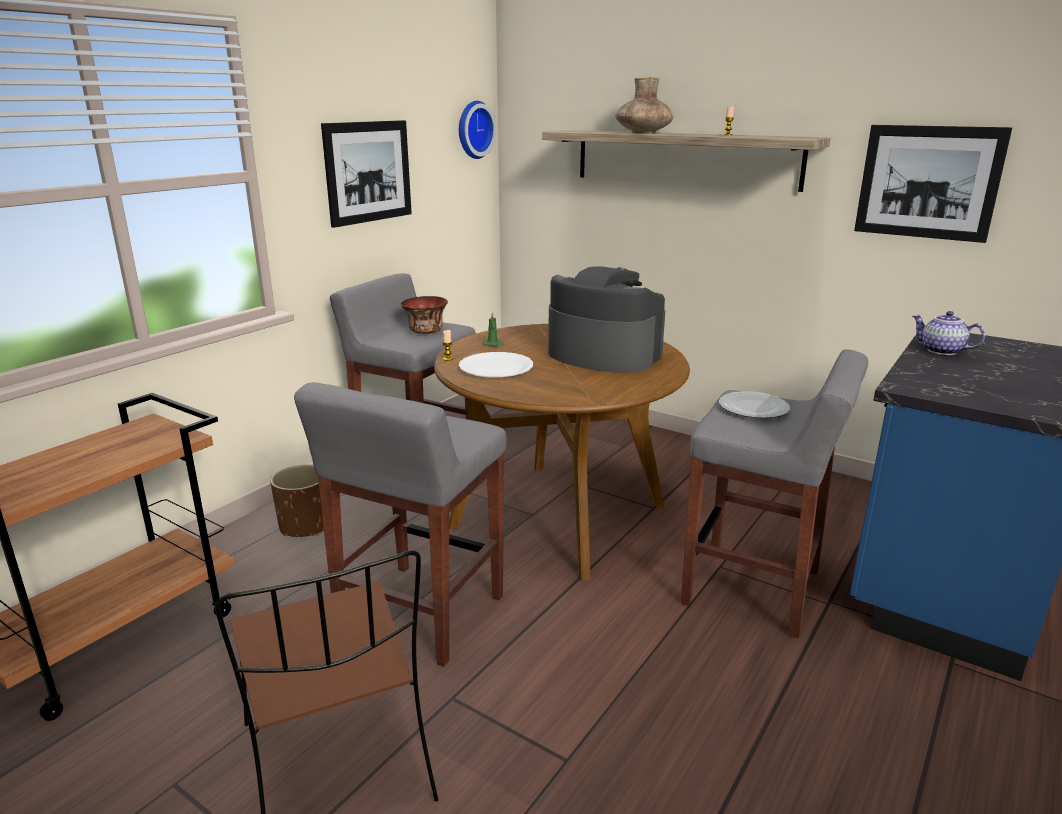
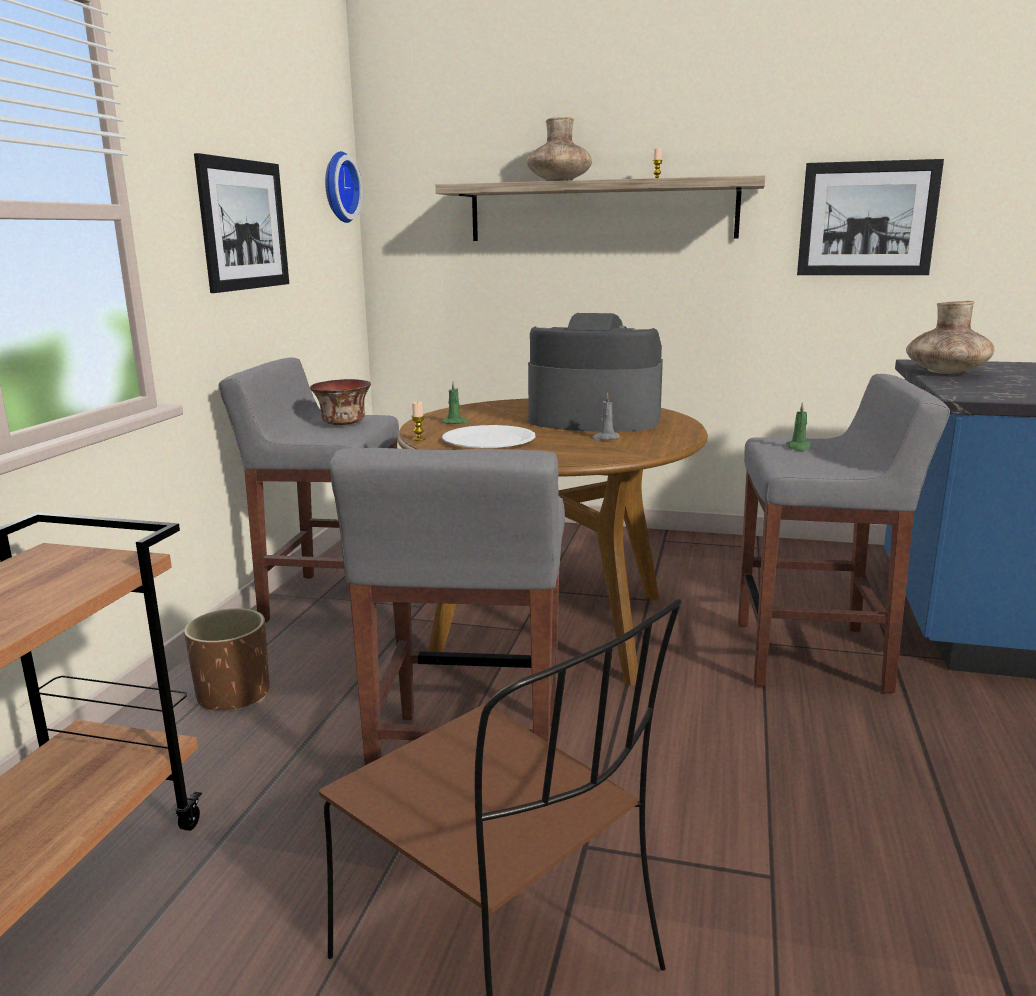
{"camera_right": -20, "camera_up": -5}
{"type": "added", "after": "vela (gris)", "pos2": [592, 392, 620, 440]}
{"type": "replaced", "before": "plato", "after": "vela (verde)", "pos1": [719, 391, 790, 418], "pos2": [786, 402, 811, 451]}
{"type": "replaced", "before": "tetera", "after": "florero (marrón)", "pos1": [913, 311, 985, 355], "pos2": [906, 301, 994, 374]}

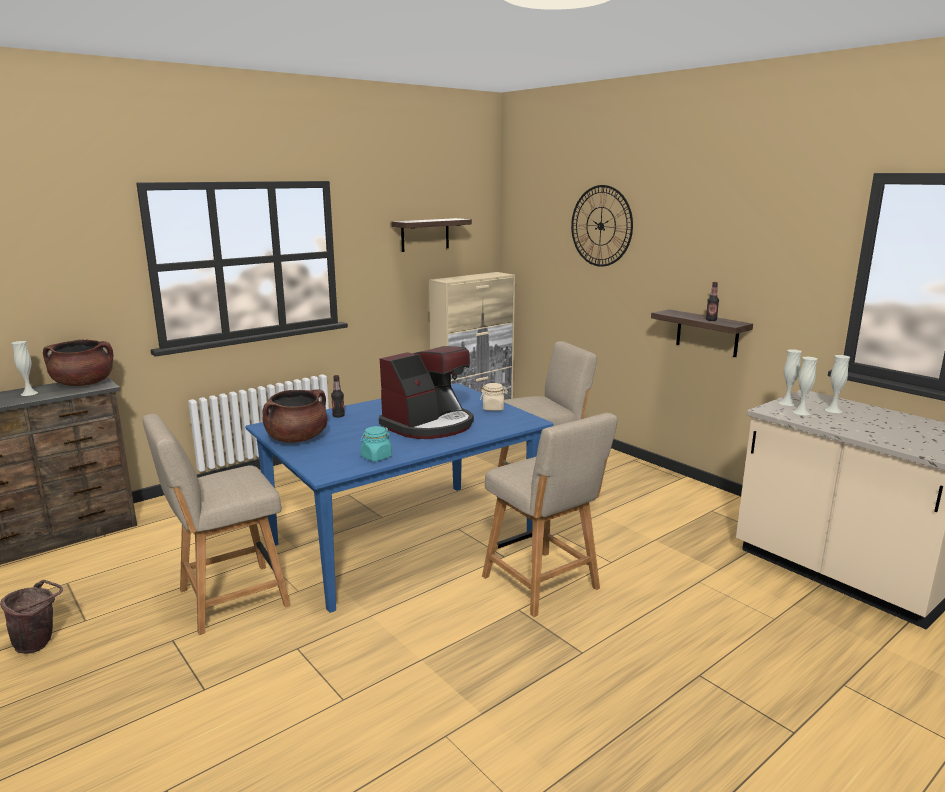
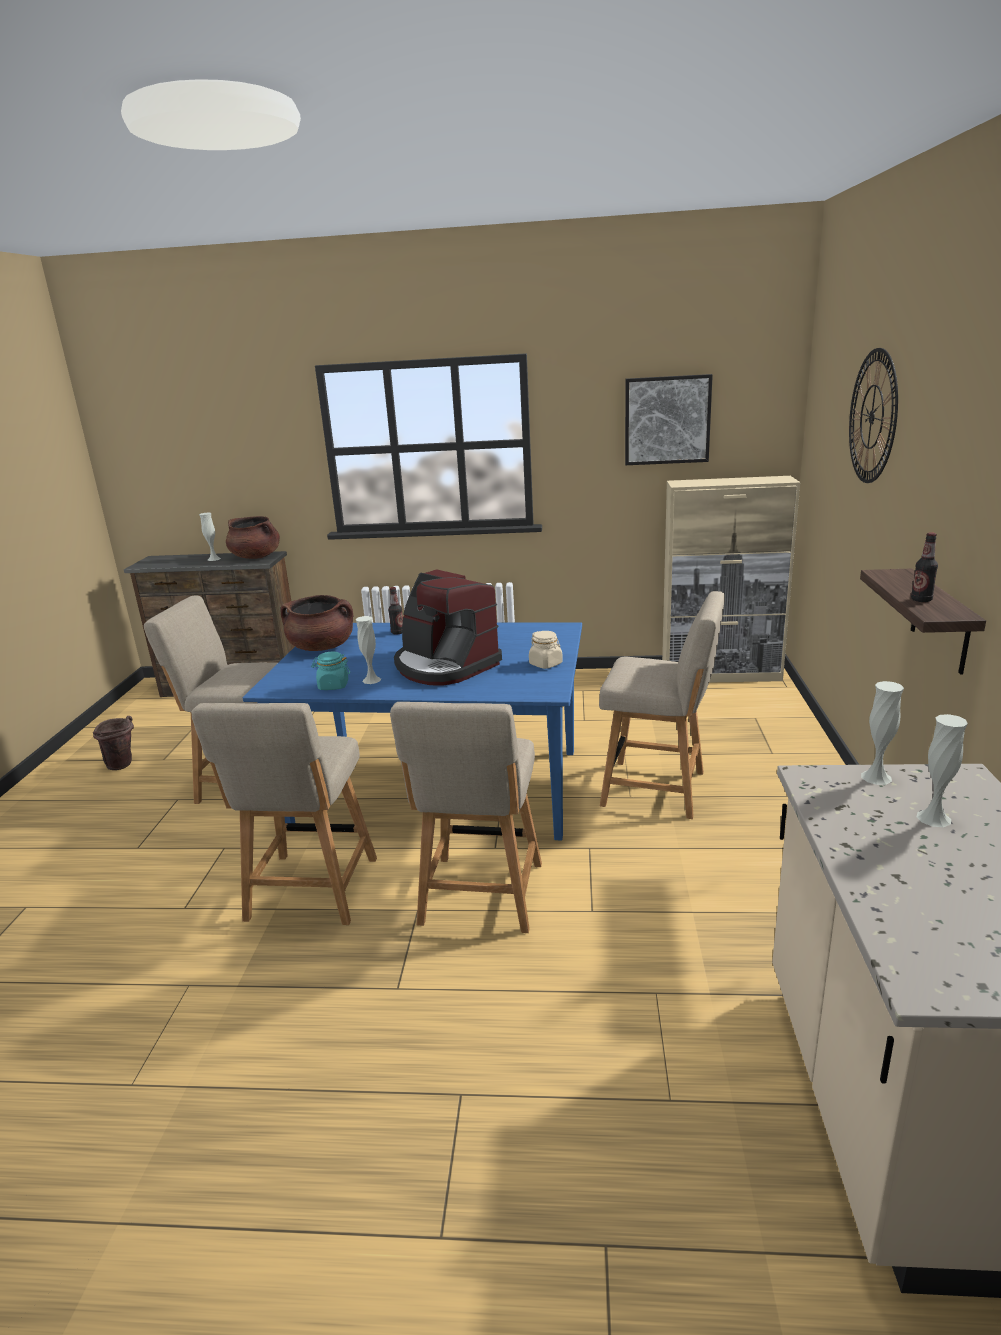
{"camera_right": 45, "camera_up": 5}
{"type": "added", "after": "silla (beis)", "pos2": [192, 703, 377, 925]}
{"type": "moved", "before": "florero (blanco)", "pos1": [793, 357, 818, 415], "pos2": [356, 616, 381, 684]}
{"type": "turned", "before": "cafetera", "pos1": [379, 346, 474, 439], "pos2": [394, 569, 502, 686], "turn": 45}
{"type": "replaced", "before": "estante", "after": "cuadro", "pos1": [391, 218, 472, 252], "pos2": [625, 374, 713, 465]}

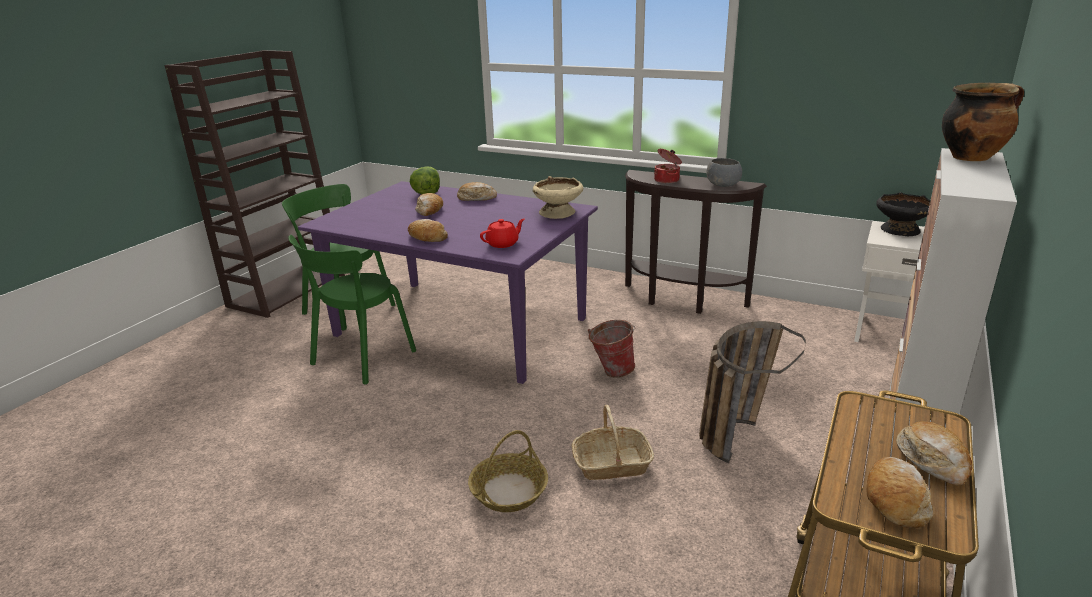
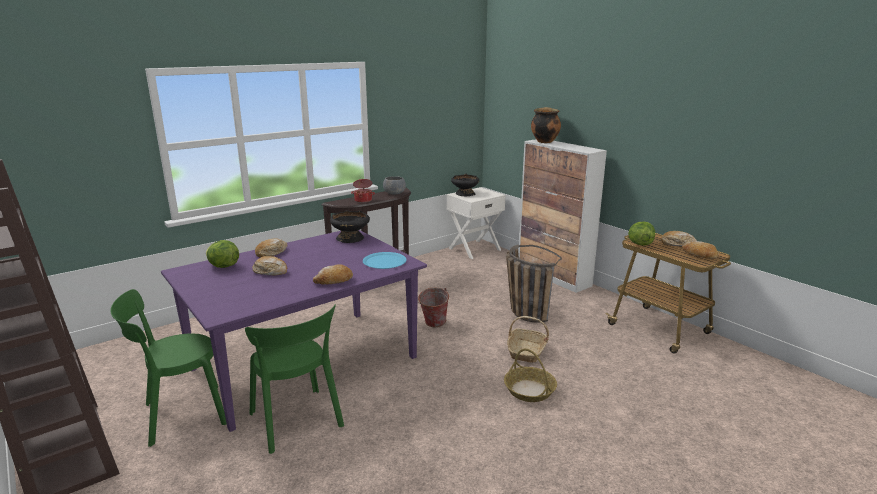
{"camera_right": -65, "camera_up": -5}
{"type": "recoloured", "before": "cuenco (beis)", "after": "cuenco (negro)", "pos1": [533, 176, 583, 219], "pos2": [330, 210, 370, 243]}
{"type": "replaced", "before": "tetera (rojo)", "after": "plato (azul)", "pos1": [480, 219, 525, 248], "pos2": [363, 252, 407, 269]}
{"type": "added", "after": "lechuga", "pos2": [628, 221, 655, 246]}

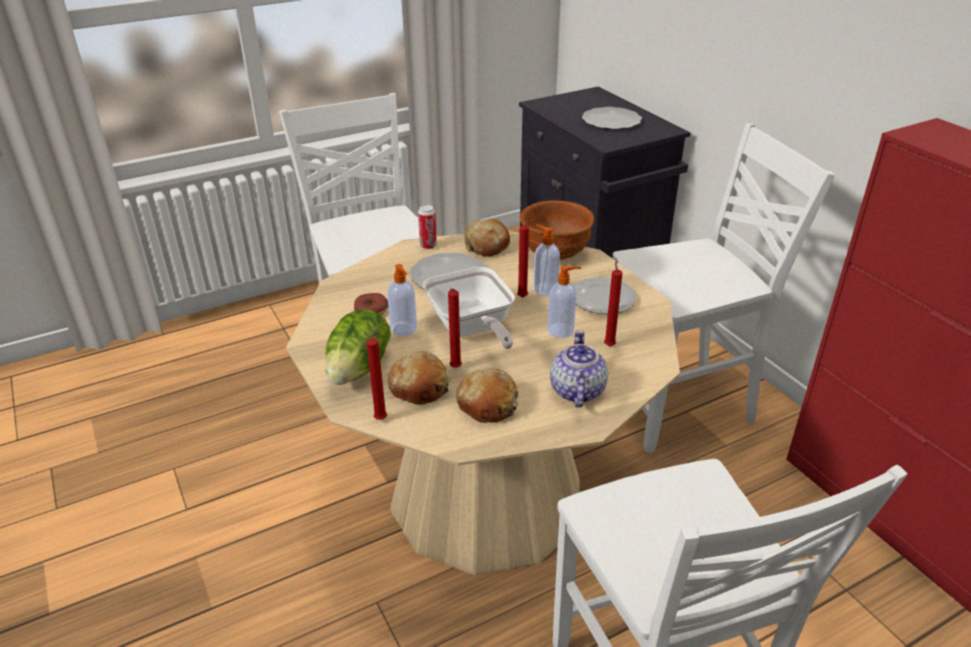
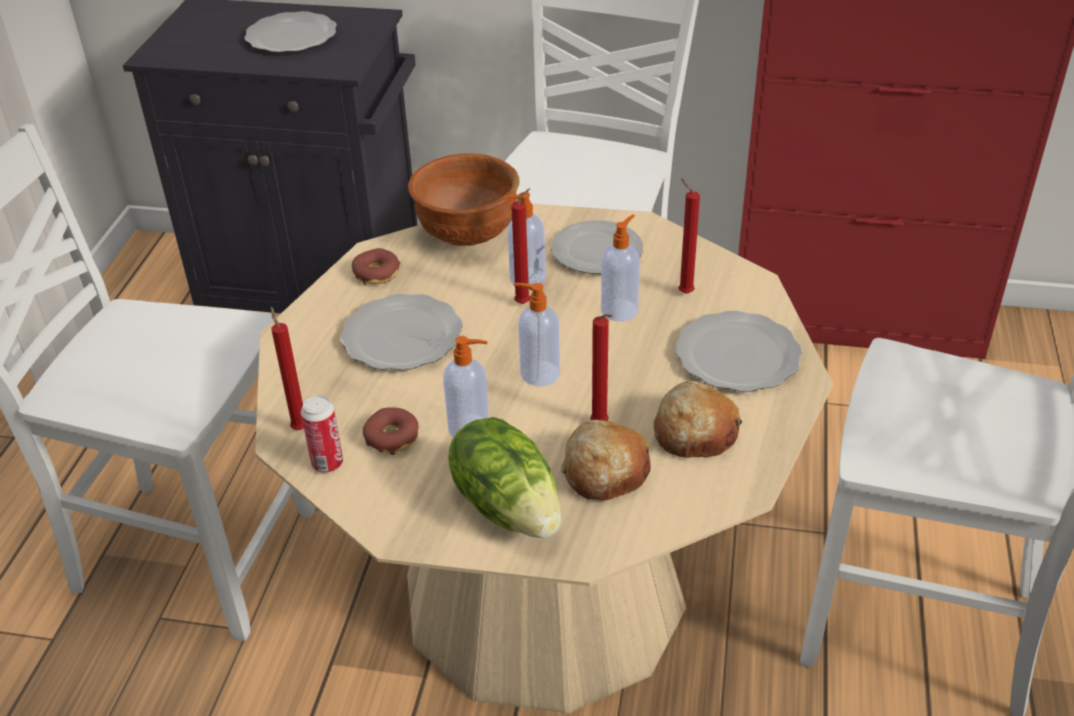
{"camera_right": -50, "camera_up": 5}
{"type": "moved", "before": "vela (rojo)", "pos1": [367, 326, 387, 420], "pos2": [271, 307, 304, 430]}
{"type": "moved", "before": "lata", "pos1": [418, 205, 437, 249], "pos2": [301, 395, 343, 472]}
{"type": "replaced", "before": "pan", "after": "rosquilla", "pos1": [464, 219, 510, 257], "pos2": [352, 248, 400, 285]}
{"type": "replaced", "before": "sartén", "after": "dispensador de jabón", "pos1": [423, 267, 515, 349], "pos2": [514, 283, 560, 386]}
{"type": "replaced", "before": "tetera", "after": "plato", "pos1": [550, 330, 608, 408], "pos2": [675, 311, 802, 392]}

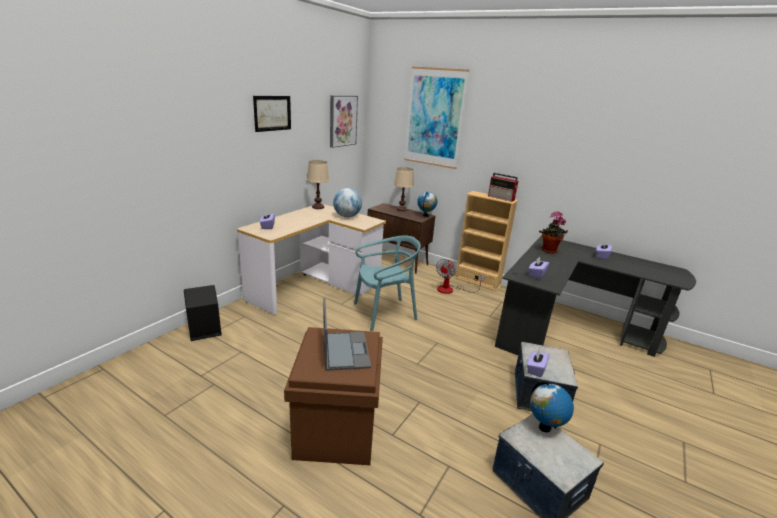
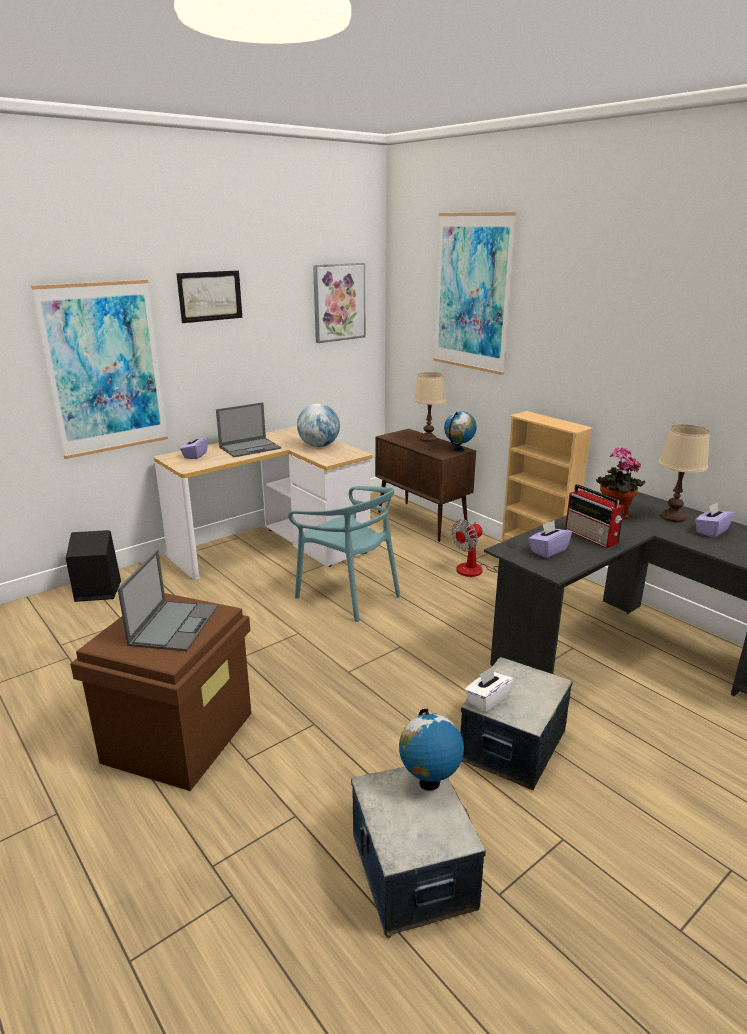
{"camera_right": 20, "camera_up": 0}
{"type": "added", "after": "cuadro", "pos2": [31, 280, 168, 459]}
{"type": "added", "after": "portátil", "pos2": [216, 403, 281, 457]}
{"type": "turned", "before": "silla (turquesa)", "pos1": [354, 235, 421, 331], "pos2": [288, 486, 400, 622], "turn": 45}
{"type": "recoloured", "before": "caja de pañuelos (morado)", "after": "caja de pañuelos (blanco)", "pos1": [527, 350, 550, 377], "pos2": [465, 667, 513, 713]}
{"type": "moved", "before": "radio", "pos1": [488, 173, 518, 202], "pos2": [565, 484, 624, 548]}
{"type": "moved", "before": "lámpara de mesa (beis)", "pos1": [307, 160, 329, 209], "pos2": [659, 425, 710, 523]}

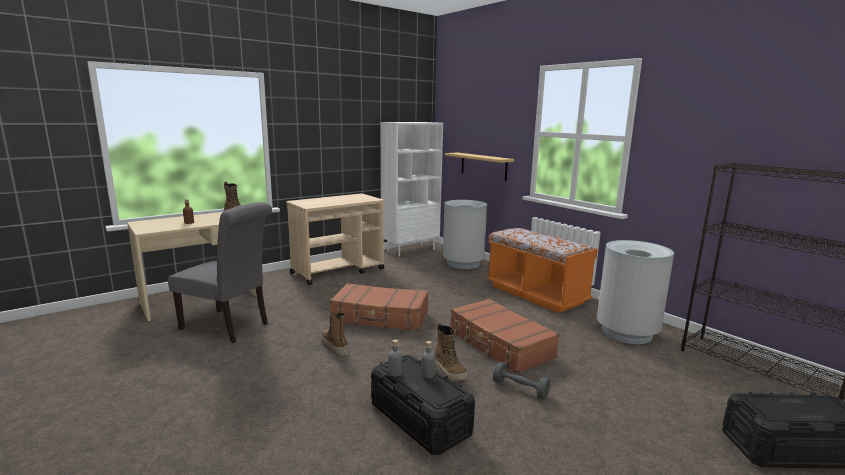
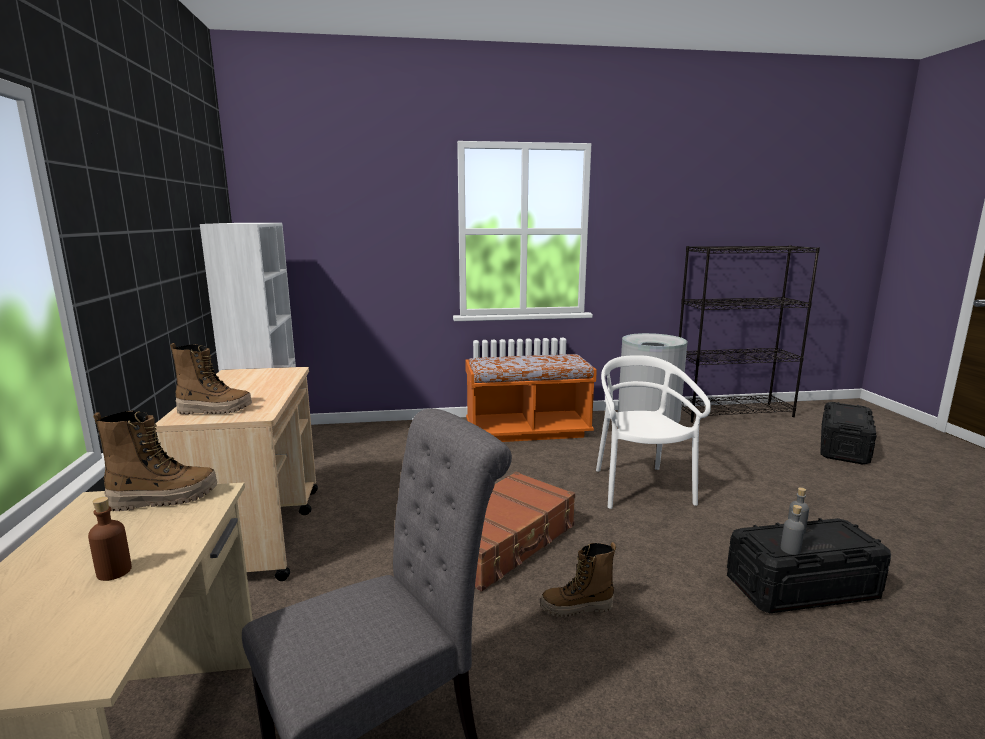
{"camera_right": -60, "camera_up": 0}
{"type": "moved", "before": "bota", "pos1": [435, 322, 467, 381], "pos2": [170, 343, 252, 414]}
{"type": "replaced", "before": "maleta (marrón)", "after": "silla (blanco)", "pos1": [451, 299, 560, 374], "pos2": [596, 355, 711, 509]}
{"type": "removed", "before": "papelera (gris)", "pos1": [443, 200, 487, 269]}
{"type": "removed", "before": "estante", "pos1": [445, 153, 514, 181]}
{"type": "removed", "before": "mancuerna (gris)", "pos1": [493, 362, 551, 400]}

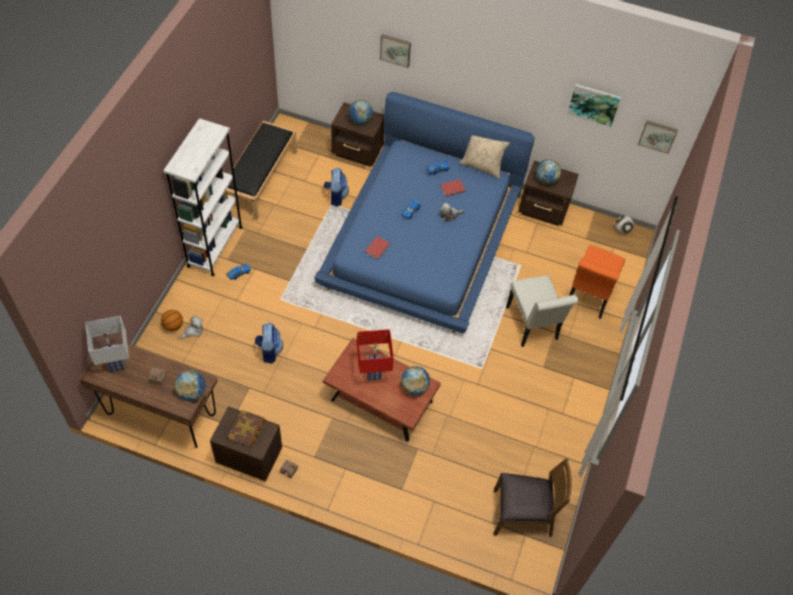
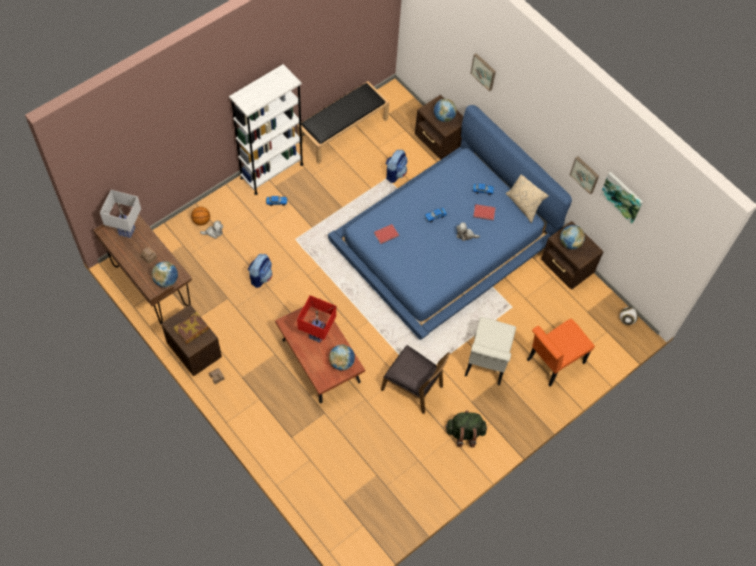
{"camera_right": 30, "camera_up": 5}
{"type": "moved", "before": "silla (marrón)", "pos1": [493, 459, 572, 537], "pos2": [381, 345, 450, 414]}
{"type": "added", "after": "mochila (verde)", "pos2": [445, 410, 487, 447]}
{"type": "moved", "before": "cuadro", "pos1": [638, 120, 678, 154], "pos2": [570, 156, 599, 195]}

